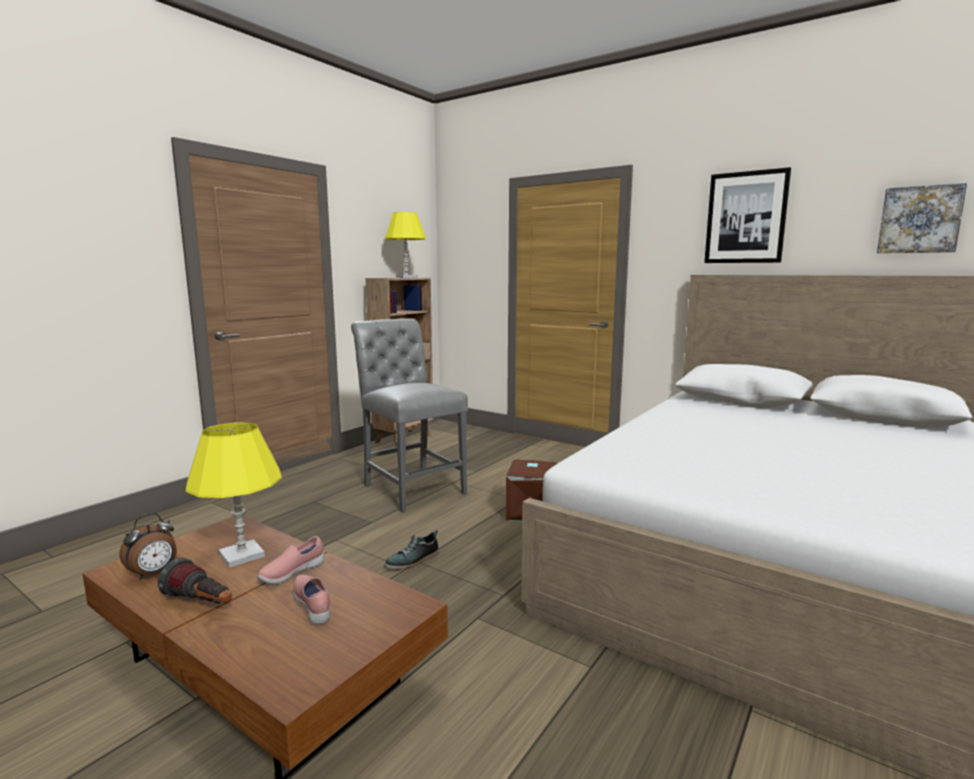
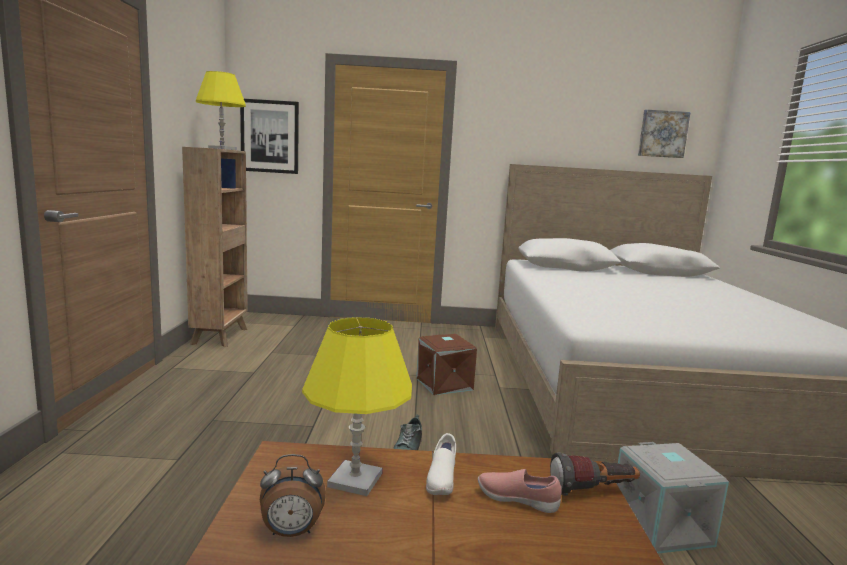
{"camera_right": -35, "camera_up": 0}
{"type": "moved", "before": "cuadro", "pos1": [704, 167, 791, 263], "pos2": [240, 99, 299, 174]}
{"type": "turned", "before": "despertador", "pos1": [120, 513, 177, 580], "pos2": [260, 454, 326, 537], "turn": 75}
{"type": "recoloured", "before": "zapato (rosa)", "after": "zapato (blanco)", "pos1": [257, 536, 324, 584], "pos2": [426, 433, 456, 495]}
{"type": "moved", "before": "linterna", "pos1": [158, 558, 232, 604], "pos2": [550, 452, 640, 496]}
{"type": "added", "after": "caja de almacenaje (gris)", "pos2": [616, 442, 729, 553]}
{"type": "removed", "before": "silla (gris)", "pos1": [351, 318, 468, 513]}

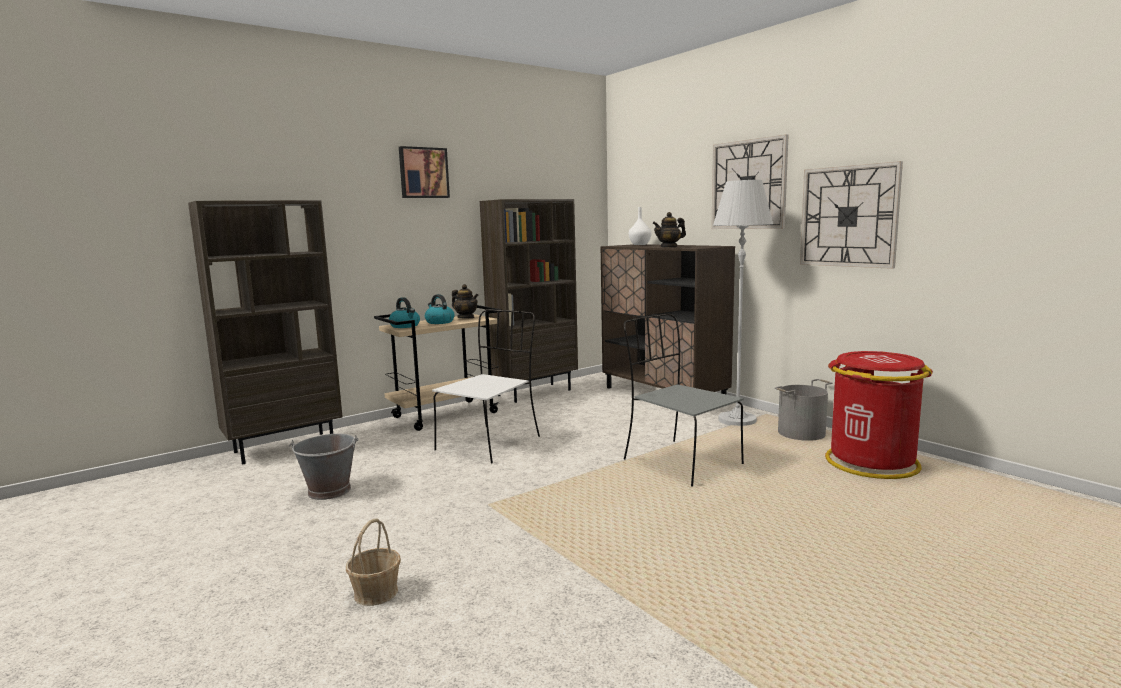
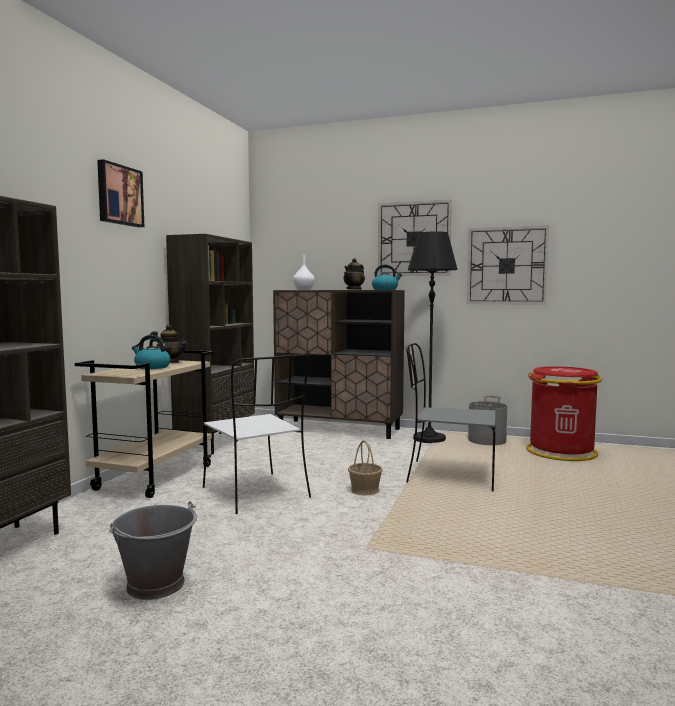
{"camera_right": -35, "camera_up": -5}
{"type": "turned", "before": "silla (blanco)", "pos1": [432, 309, 540, 464], "pos2": [203, 354, 311, 514], "turn": 150}
{"type": "moved", "before": "cesta", "pos1": [346, 518, 401, 606], "pos2": [348, 440, 383, 495]}
{"type": "moved", "before": "hervidor", "pos1": [389, 297, 420, 328], "pos2": [372, 265, 402, 290]}
{"type": "recoloured", "before": "lámpara de pie (blanco)", "after": "lámpara de pie (negro)", "pos1": [713, 180, 773, 426], "pos2": [408, 231, 458, 443]}

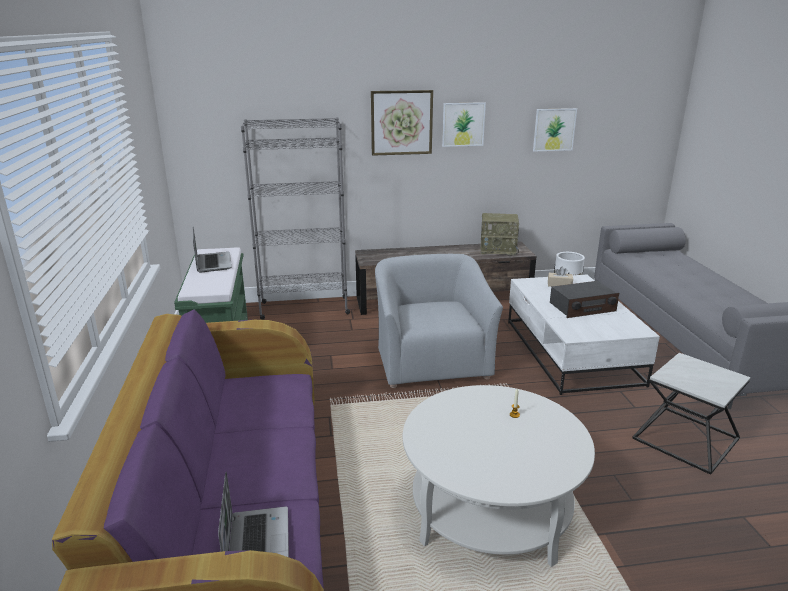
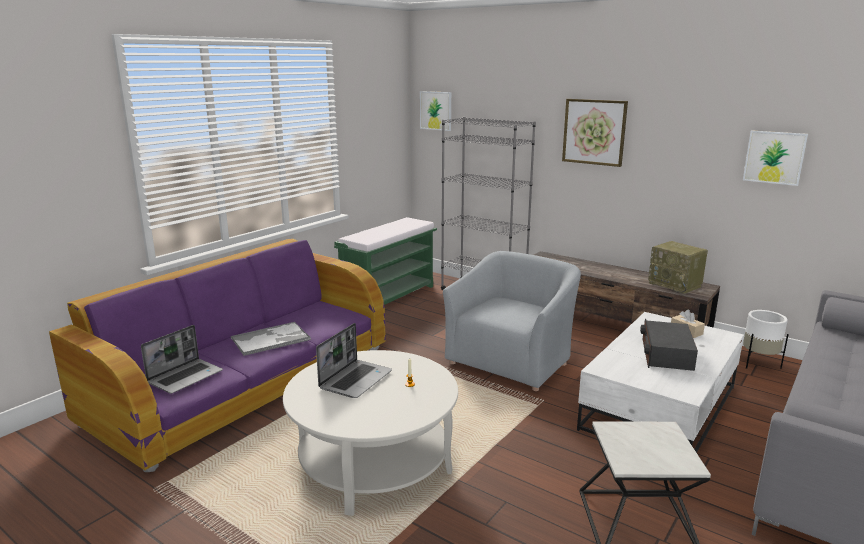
{"camera_right": 45, "camera_up": -5}
{"type": "added", "after": "bandeja", "pos2": [231, 322, 311, 356]}
{"type": "moved", "before": "portátil", "pos1": [193, 226, 232, 273], "pos2": [316, 323, 392, 398]}
{"type": "moved", "before": "cuadro", "pos1": [442, 102, 486, 147], "pos2": [420, 91, 451, 131]}
{"type": "turned", "before": "radio", "pos1": [550, 281, 619, 318], "pos2": [640, 319, 698, 371], "turn": 75}

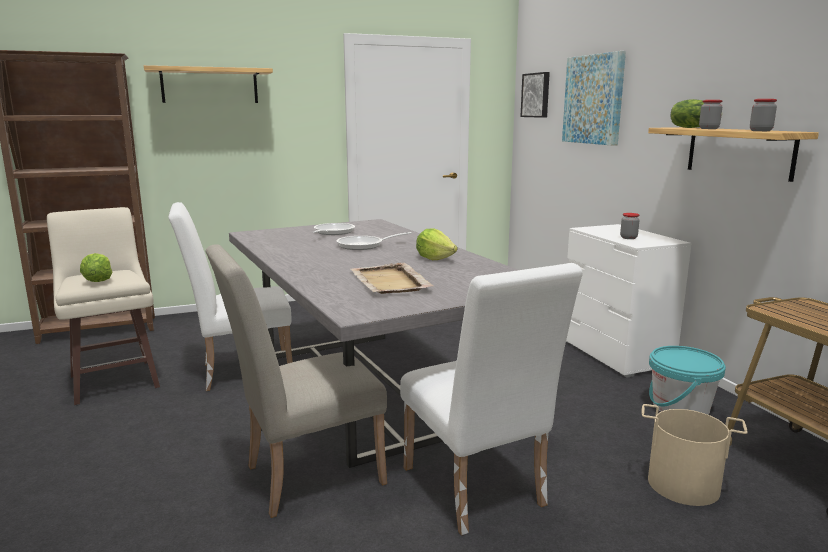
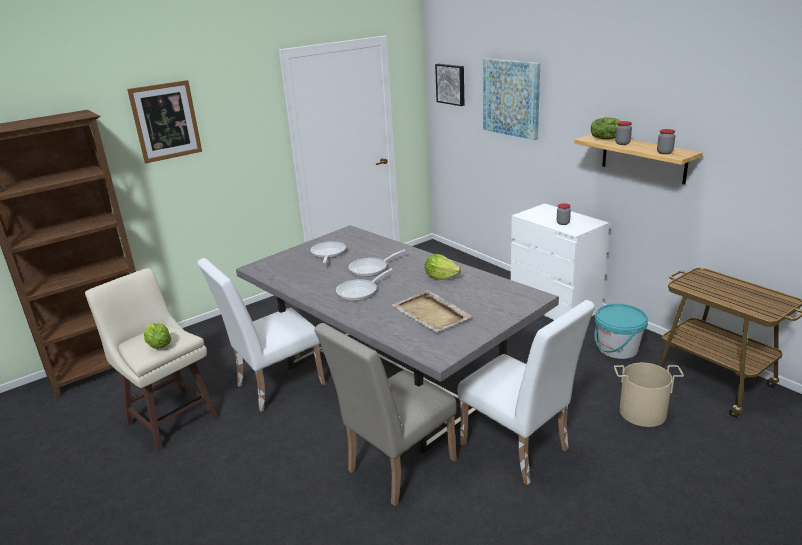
{"camera_right": -15, "camera_up": 10}
{"type": "replaced", "before": "estante", "after": "cuadro", "pos1": [144, 65, 273, 103], "pos2": [127, 80, 202, 163]}
{"type": "added", "after": "sartén", "pos2": [336, 268, 393, 301]}

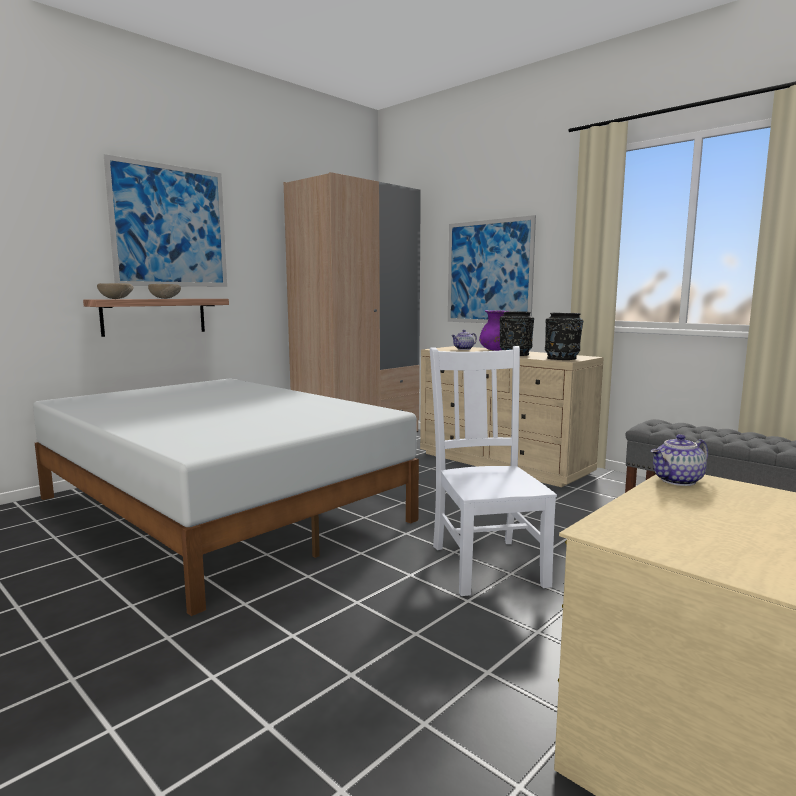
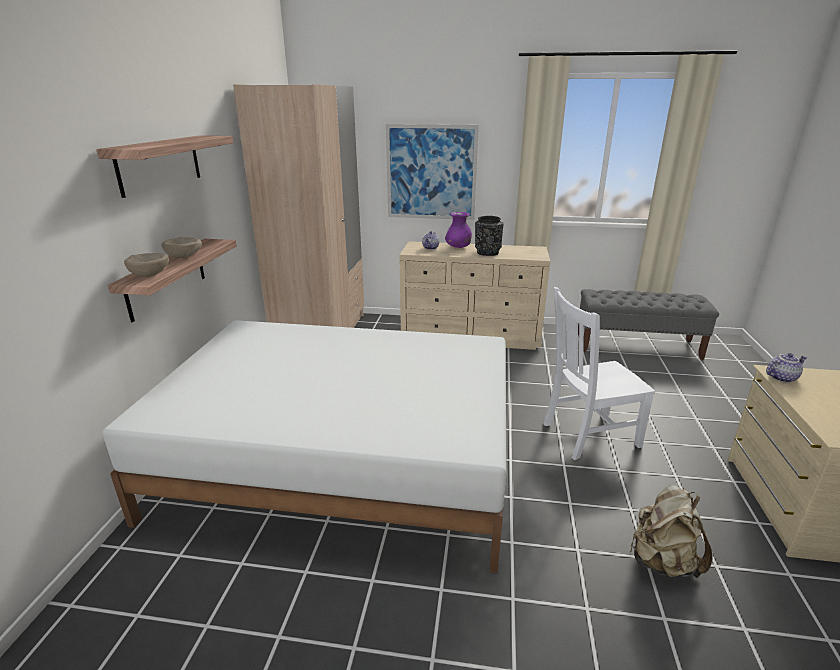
{"camera_right": -35, "camera_up": 15}
{"type": "replaced", "before": "cuadro", "after": "estante", "pos1": [104, 154, 227, 287], "pos2": [96, 135, 233, 198]}
{"type": "turned", "before": "silla (blanco)", "pos1": [430, 346, 557, 596], "pos2": [543, 287, 655, 460], "turn": -60}
{"type": "added", "after": "mochila (beis)", "pos2": [630, 485, 713, 578]}
{"type": "turned", "before": "tetera", "pos1": [651, 434, 708, 486], "pos2": [766, 353, 807, 383], "turn": -135}
{"type": "removed", "before": "florero (negro)", "pos1": [545, 312, 583, 360]}

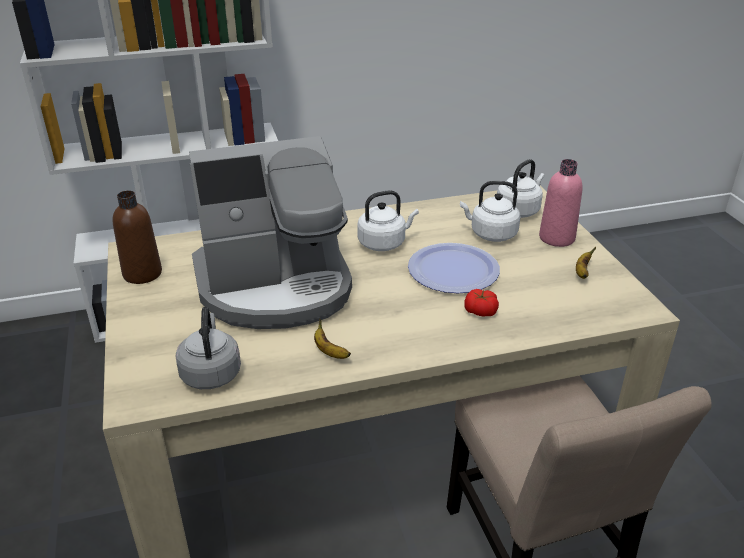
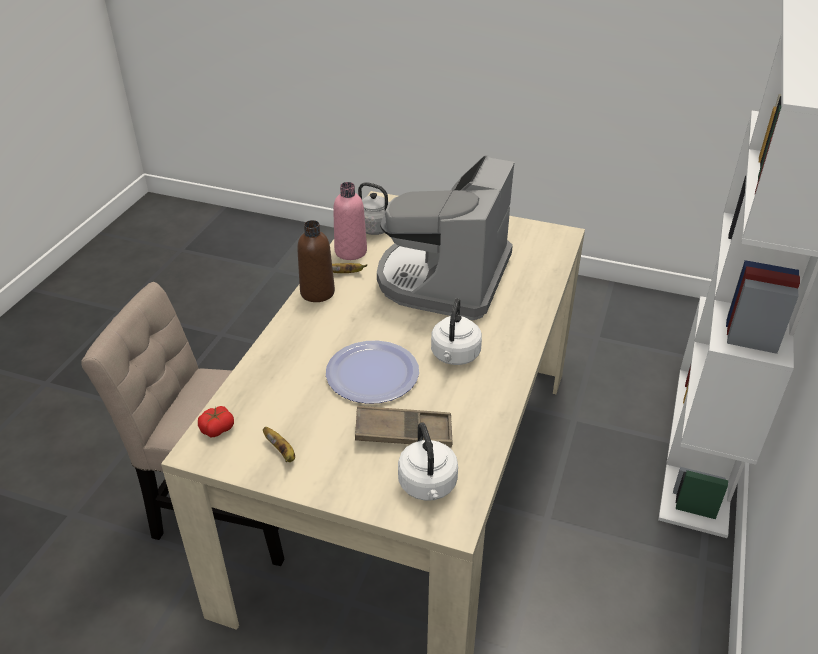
{"camera_right": 125, "camera_up": 5}
{"type": "moved", "before": "tomate", "pos1": [464, 289, 499, 317], "pos2": [198, 406, 234, 438]}
{"type": "moved", "before": "botella (marrón)", "pos1": [113, 191, 162, 284], "pos2": [297, 220, 335, 302]}
{"type": "moved", "before": "botella (rosa)", "pos1": [539, 159, 583, 247], "pos2": [333, 182, 367, 260]}
{"type": "replaced", "before": "hervidor (blanco)", "after": "bandeja (marrón)", "pos1": [460, 181, 520, 242], "pos2": [355, 406, 453, 447]}

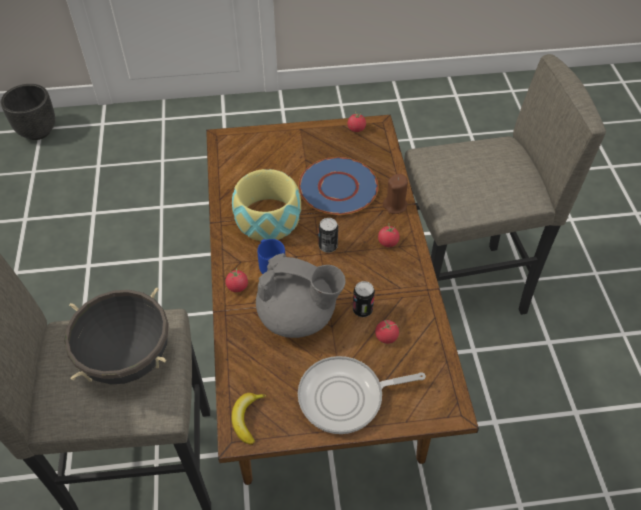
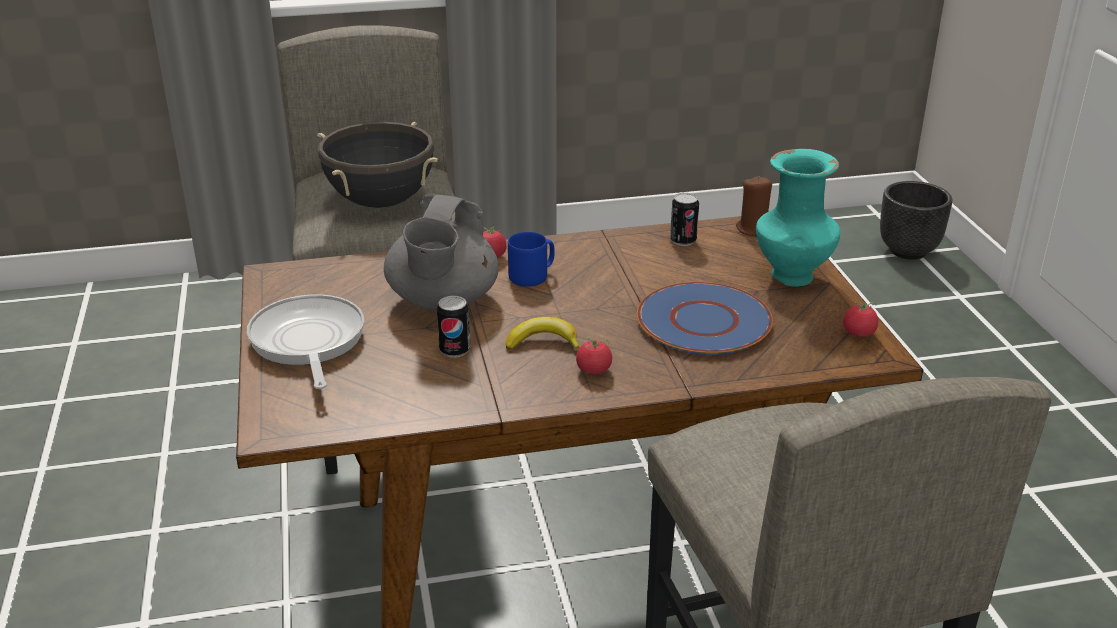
{"camera_right": 85, "camera_up": -20}
{"type": "moved", "before": "plátano", "pos1": [231, 393, 266, 445], "pos2": [506, 317, 580, 351]}
{"type": "moved", "before": "lata", "pos1": [319, 218, 338, 253], "pos2": [670, 193, 699, 246]}
{"type": "moved", "before": "vela (marrón)", "pos1": [383, 174, 408, 214], "pos2": [736, 176, 772, 237]}
{"type": "added", "after": "florero (turquesa)", "pos2": [756, 149, 840, 287]}
{"type": "removed", "before": "cuenco", "pos1": [232, 169, 301, 241]}
{"type": "removed", "before": "tomate", "pos1": [375, 320, 399, 344]}

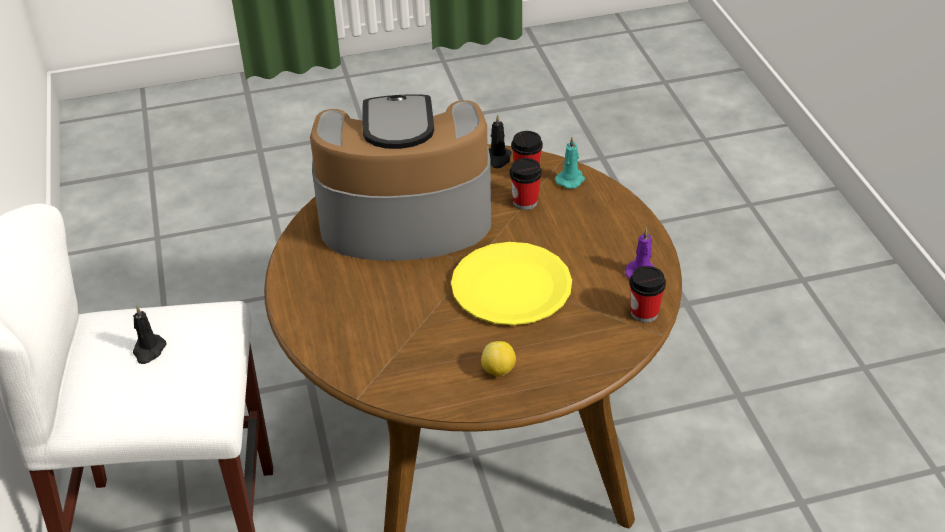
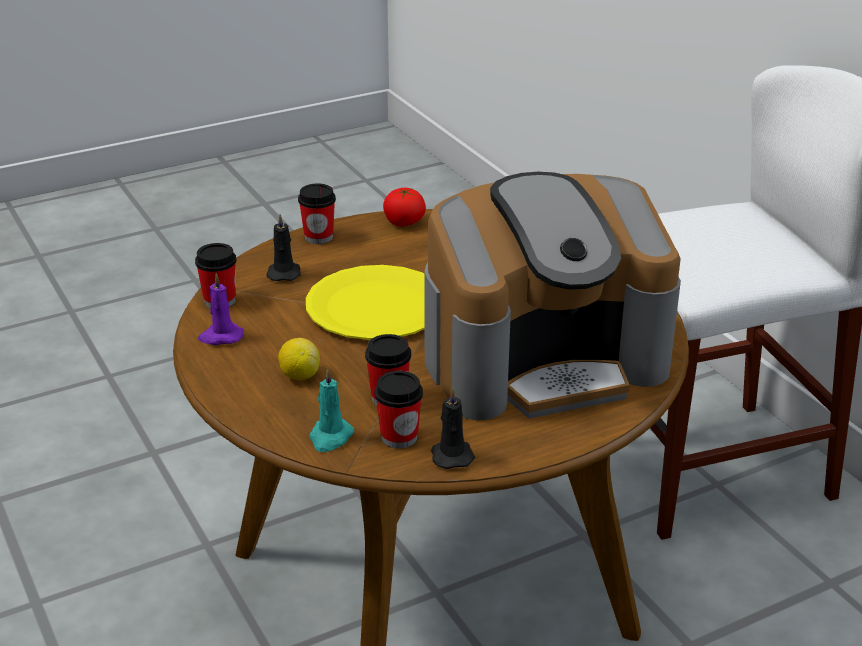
{"camera_right": 165, "camera_up": -10}
{"type": "moved", "before": "vela (negro)", "pos1": [133, 306, 166, 364], "pos2": [266, 214, 301, 281]}
{"type": "moved", "before": "limón", "pos1": [481, 341, 516, 376], "pos2": [278, 338, 320, 381]}
{"type": "added", "after": "taza", "pos2": [298, 183, 336, 244]}
{"type": "added", "after": "tomate", "pos2": [383, 188, 426, 227]}

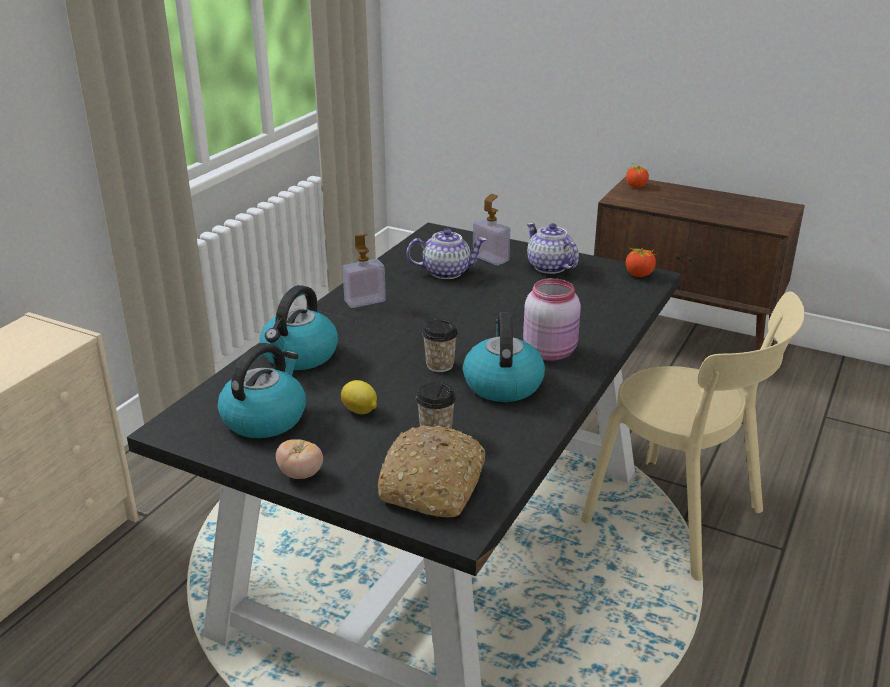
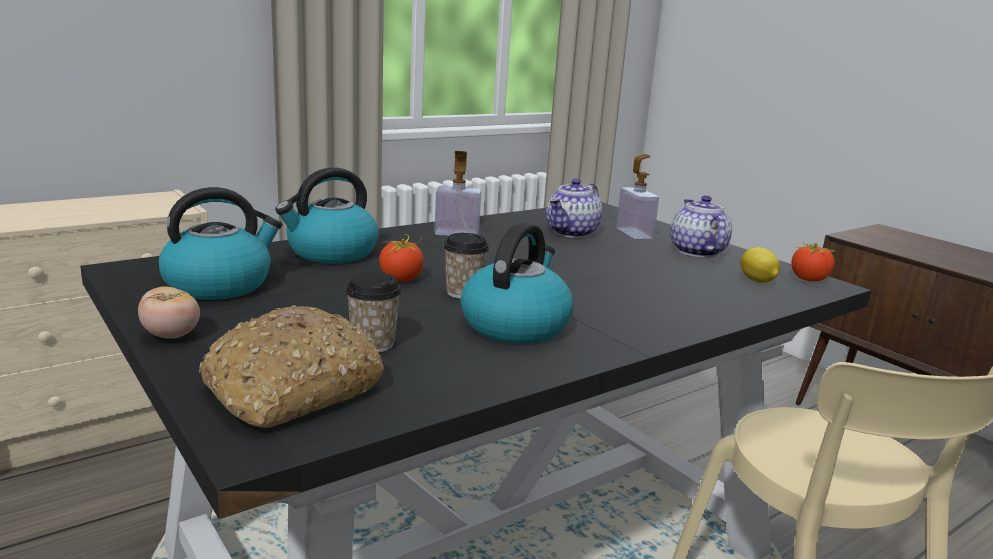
{"camera_right": 25, "camera_up": -10}
{"type": "moved", "before": "tomate", "pos1": [626, 163, 649, 188], "pos2": [379, 234, 424, 281]}
{"type": "turned", "before": "tetera", "pos1": [407, 229, 487, 279], "pos2": [546, 178, 602, 238], "turn": 105}
{"type": "moved", "before": "limón", "pos1": [341, 380, 377, 414], "pos2": [740, 247, 780, 283]}
{"type": "removed", "before": "tarro (rosa)", "pos1": [523, 278, 581, 361]}

